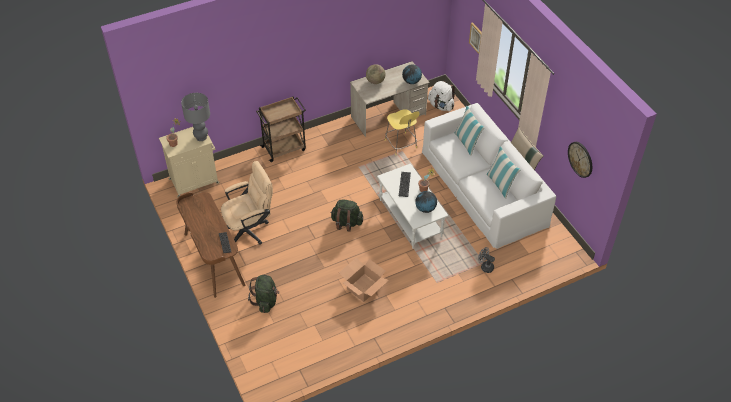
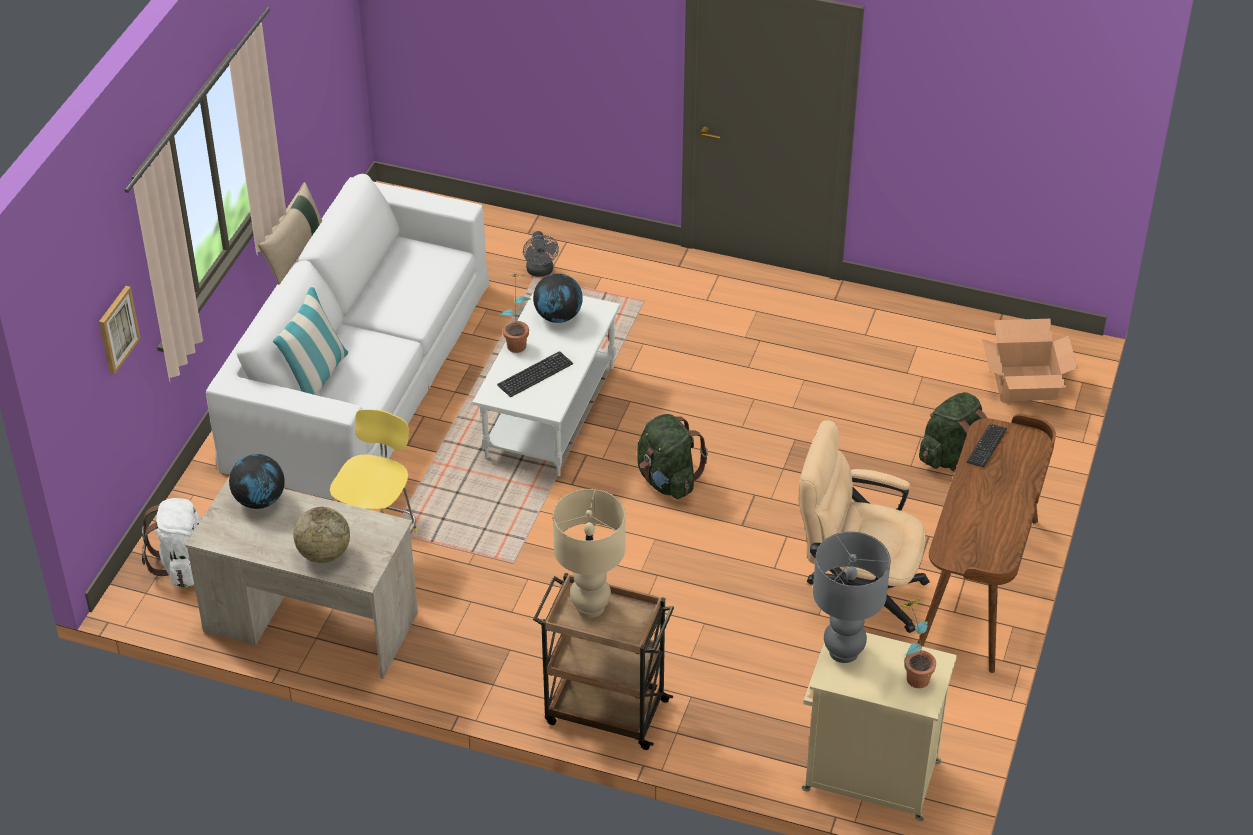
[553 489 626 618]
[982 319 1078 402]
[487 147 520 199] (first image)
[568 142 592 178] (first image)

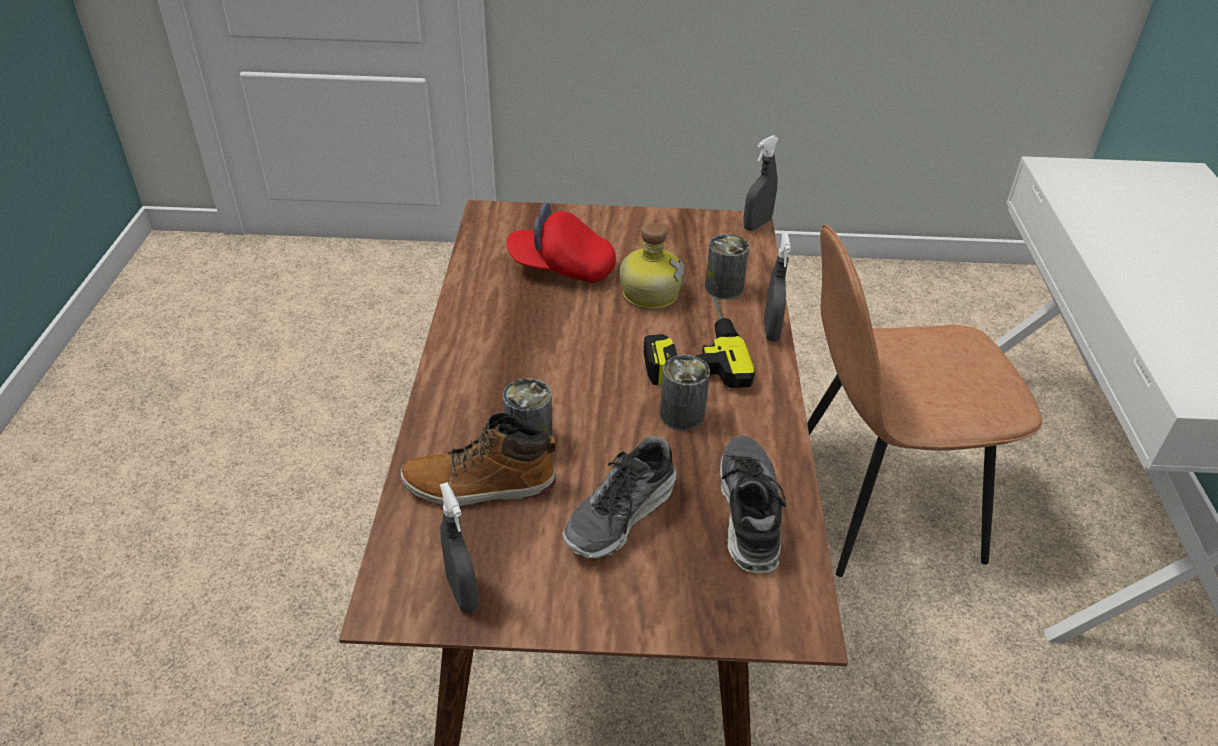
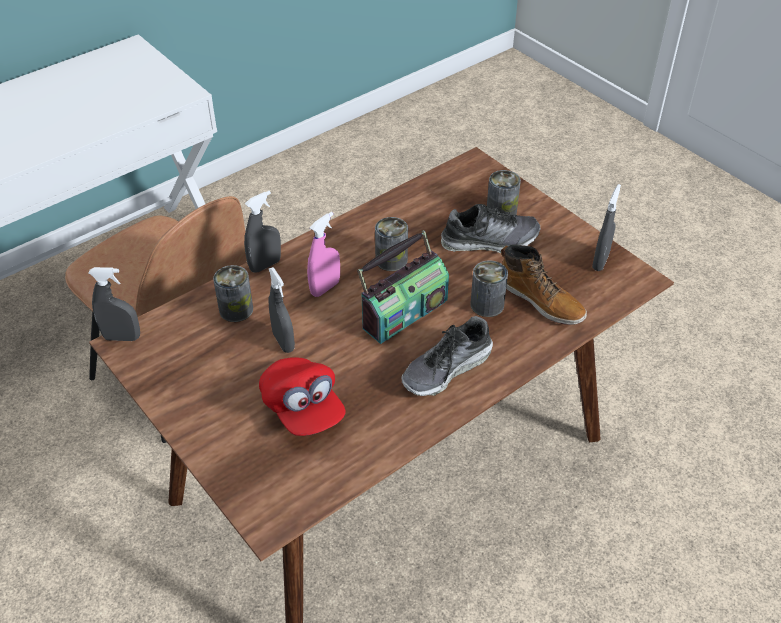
[269 267 295 353]
[307 212 340 297]
[357 230 449 344]
[402 316 493 396]
[487 170 521 215]

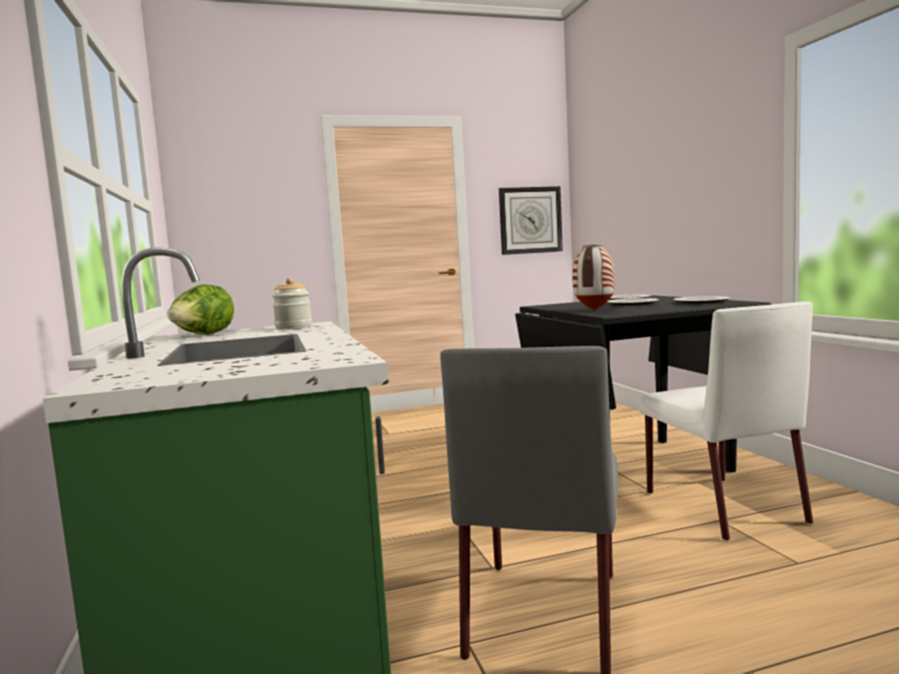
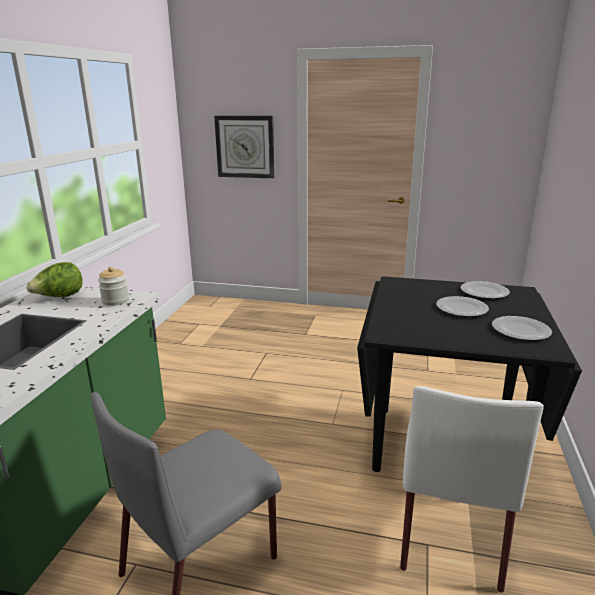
[214 116 275 179]
[572 244 616 310] (first image)

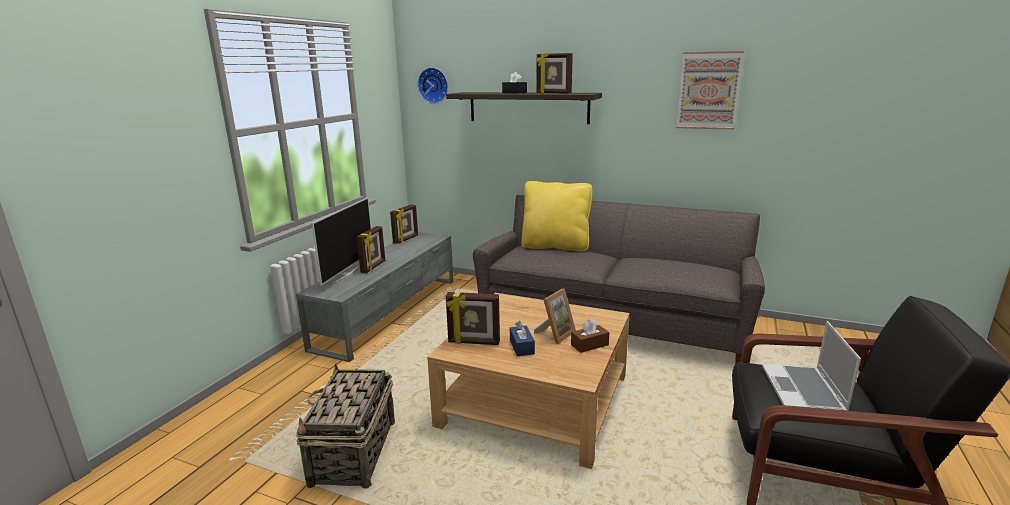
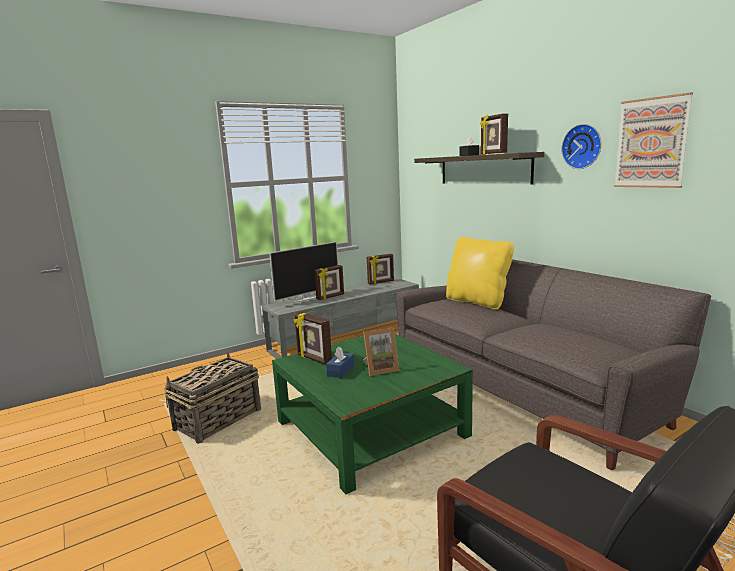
[272 334 473 494]
[561 124 601 169]
[571 318 610 353] (first image)
[762 321 861 411] (first image)

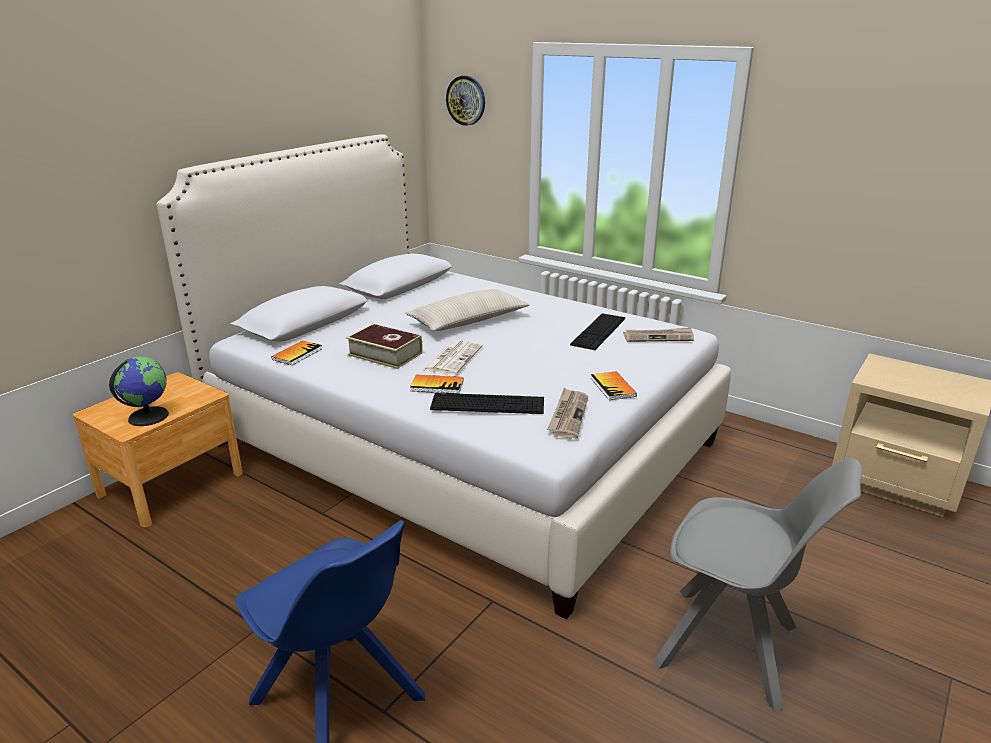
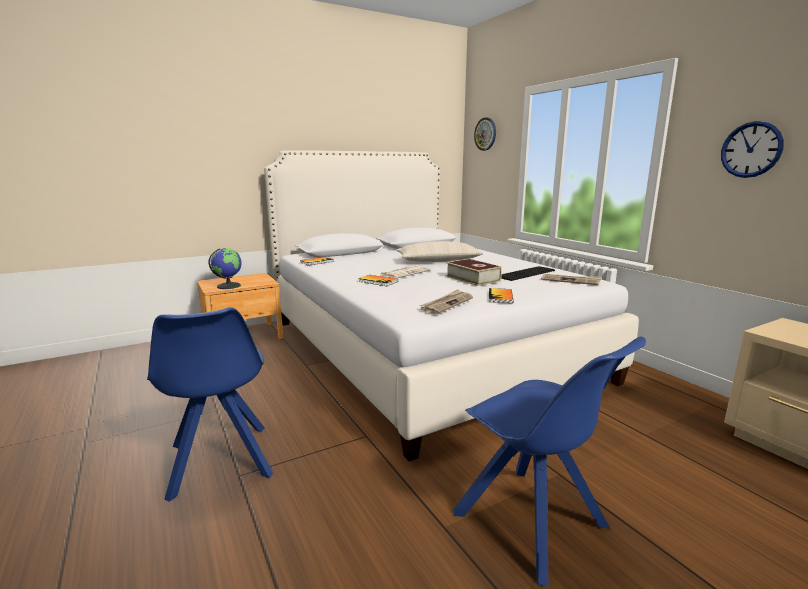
[446 259 502 286]
[453 336 646 587]
[721 121 784 178]
[430 393 544 414] (first image)

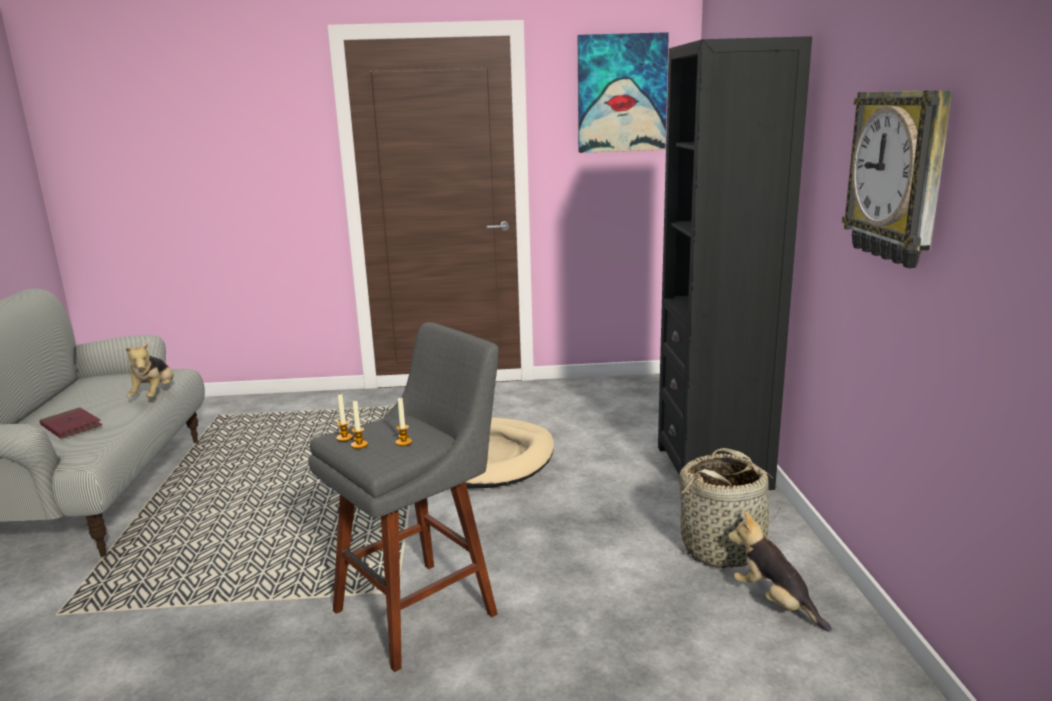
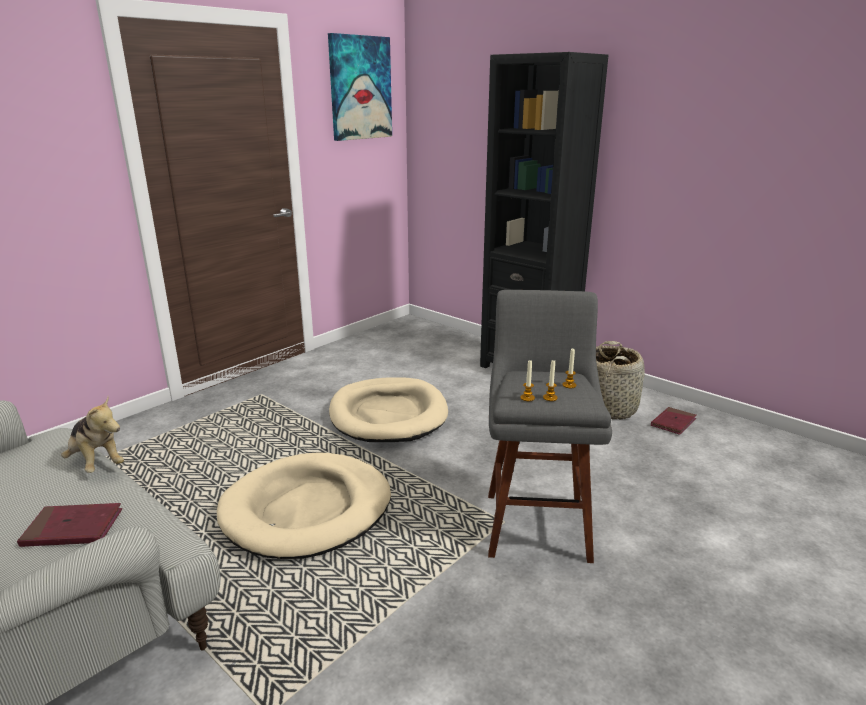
[217 453 391 559]
[651 407 697 435]
[842 90 952 268] (first image)

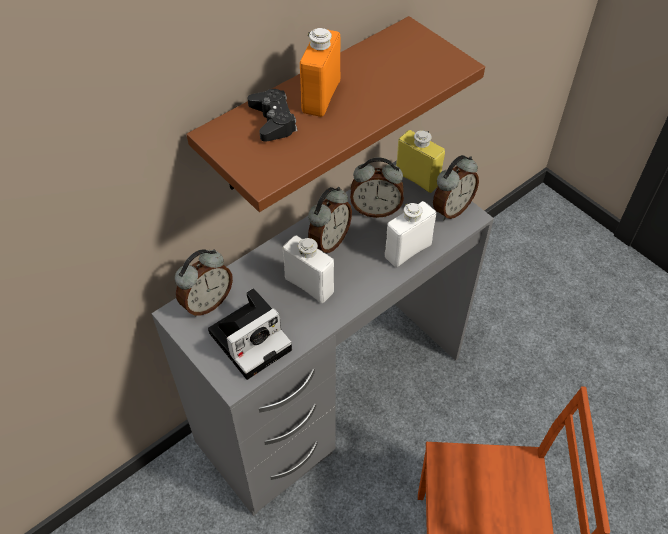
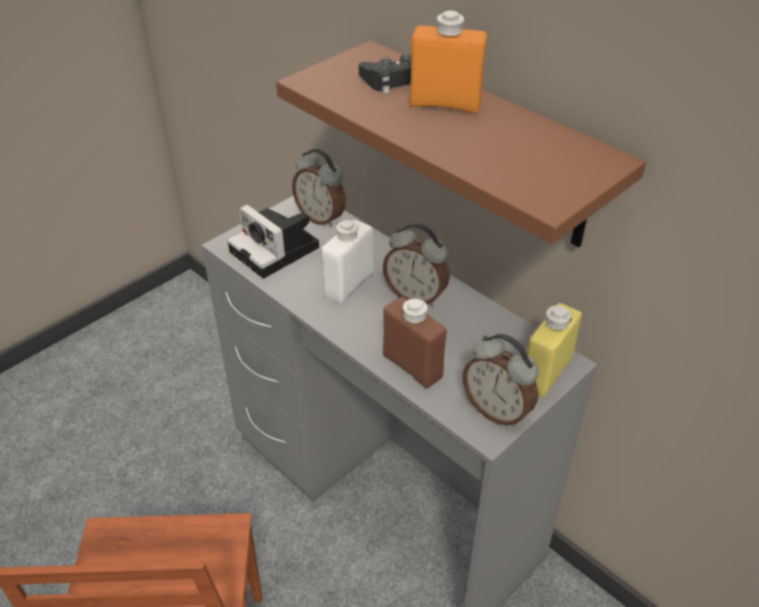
[383 297 446 388]
[350 157 404 218] (first image)

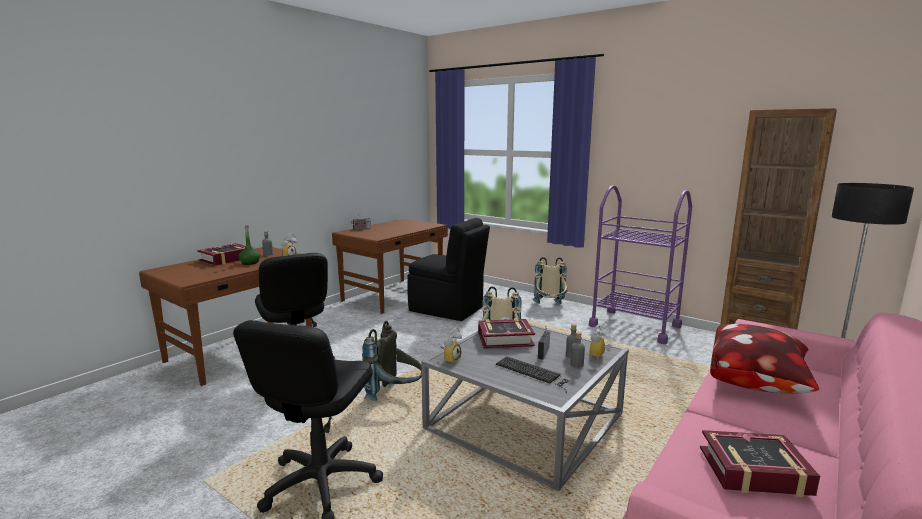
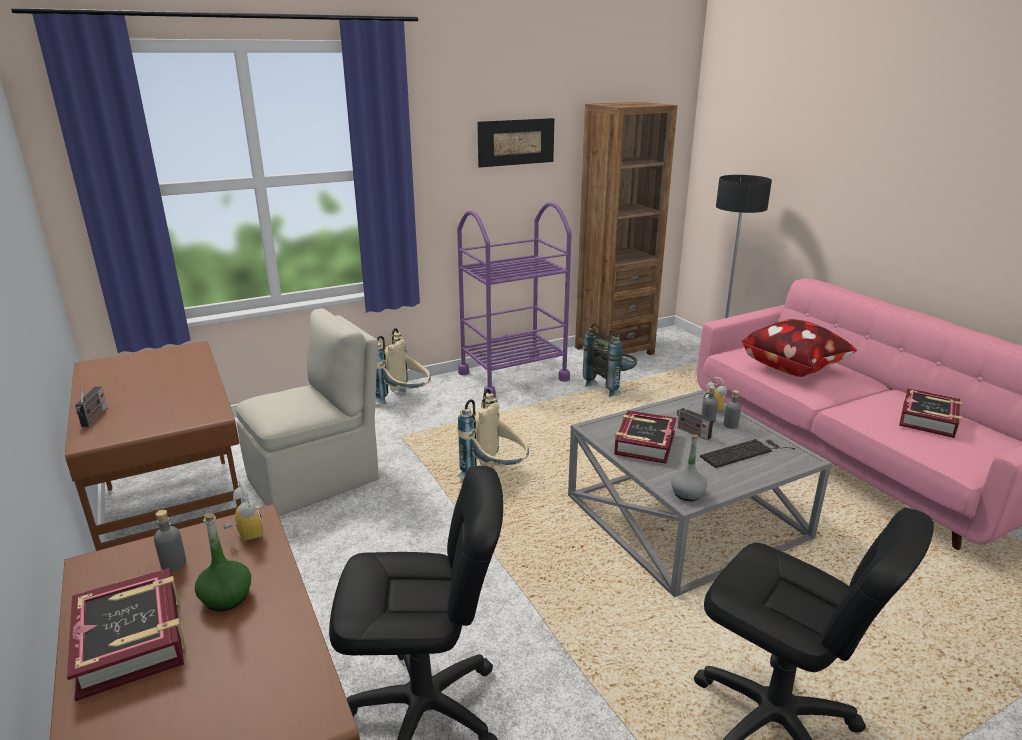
[236 309 379 516]
[477 118 554 168]
[583 323 637 397]
[671 435 708 501]

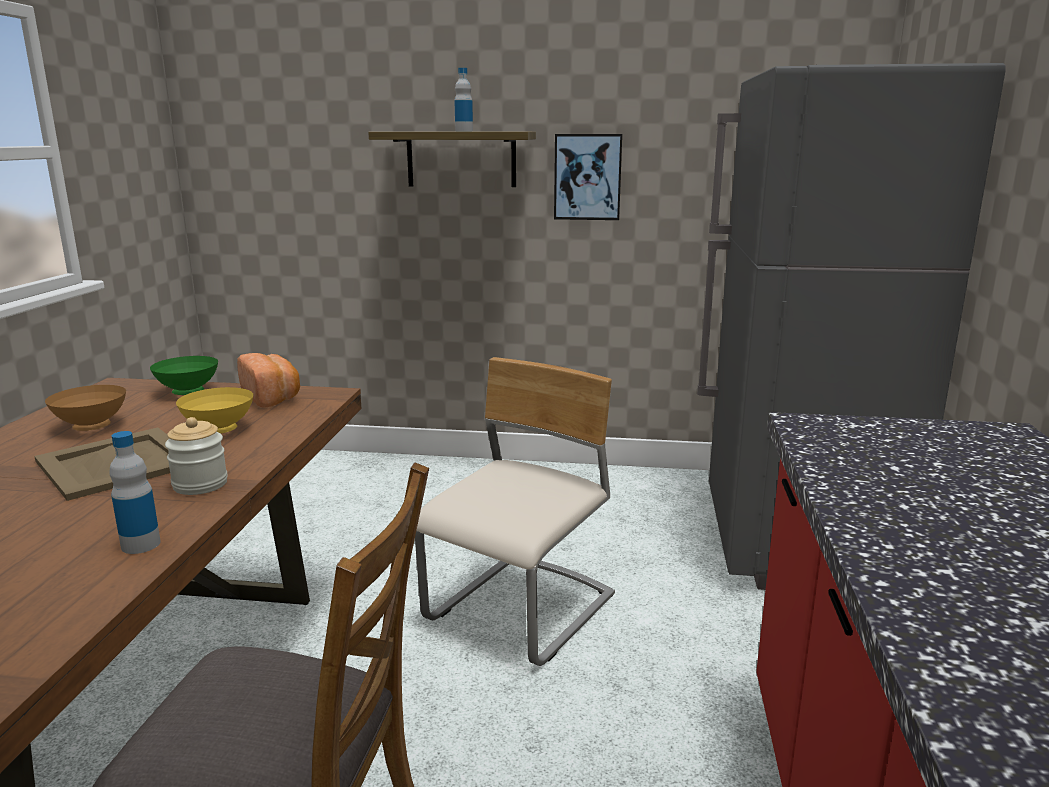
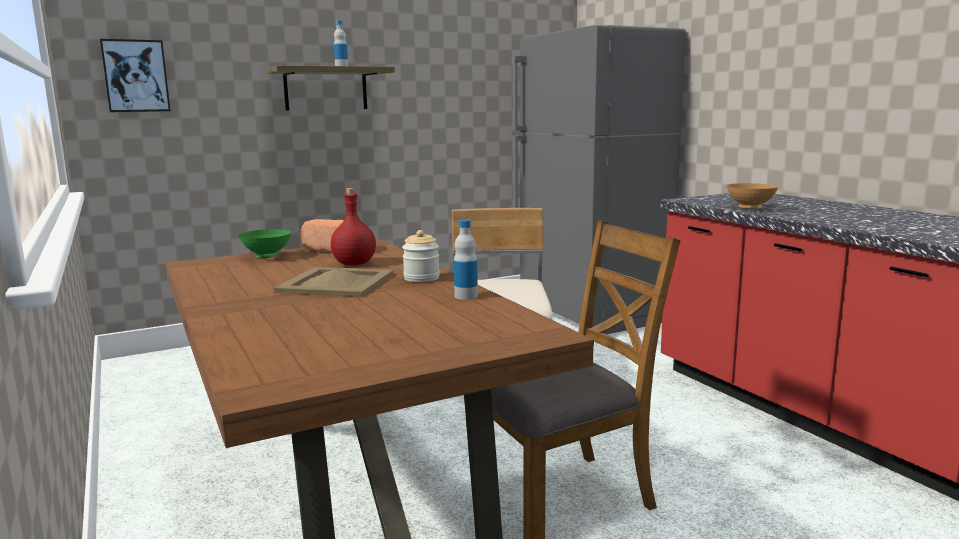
[100 39 170 112]
[331 188 376 265]
[727 183 778 209]

